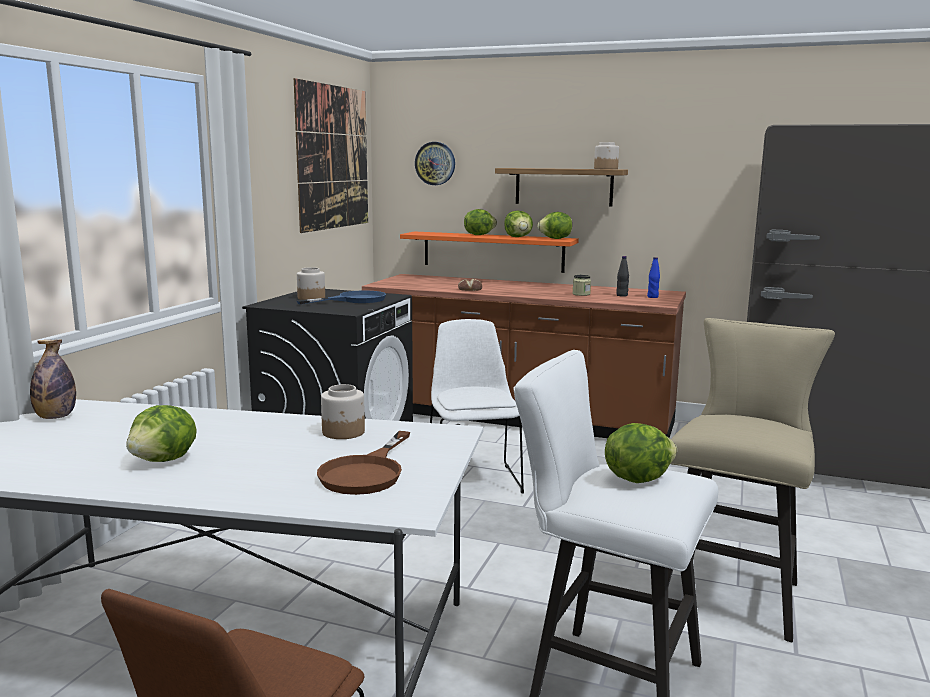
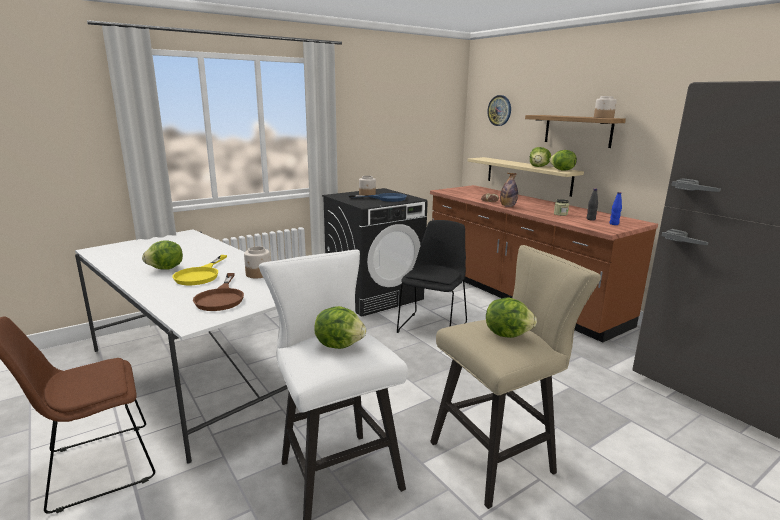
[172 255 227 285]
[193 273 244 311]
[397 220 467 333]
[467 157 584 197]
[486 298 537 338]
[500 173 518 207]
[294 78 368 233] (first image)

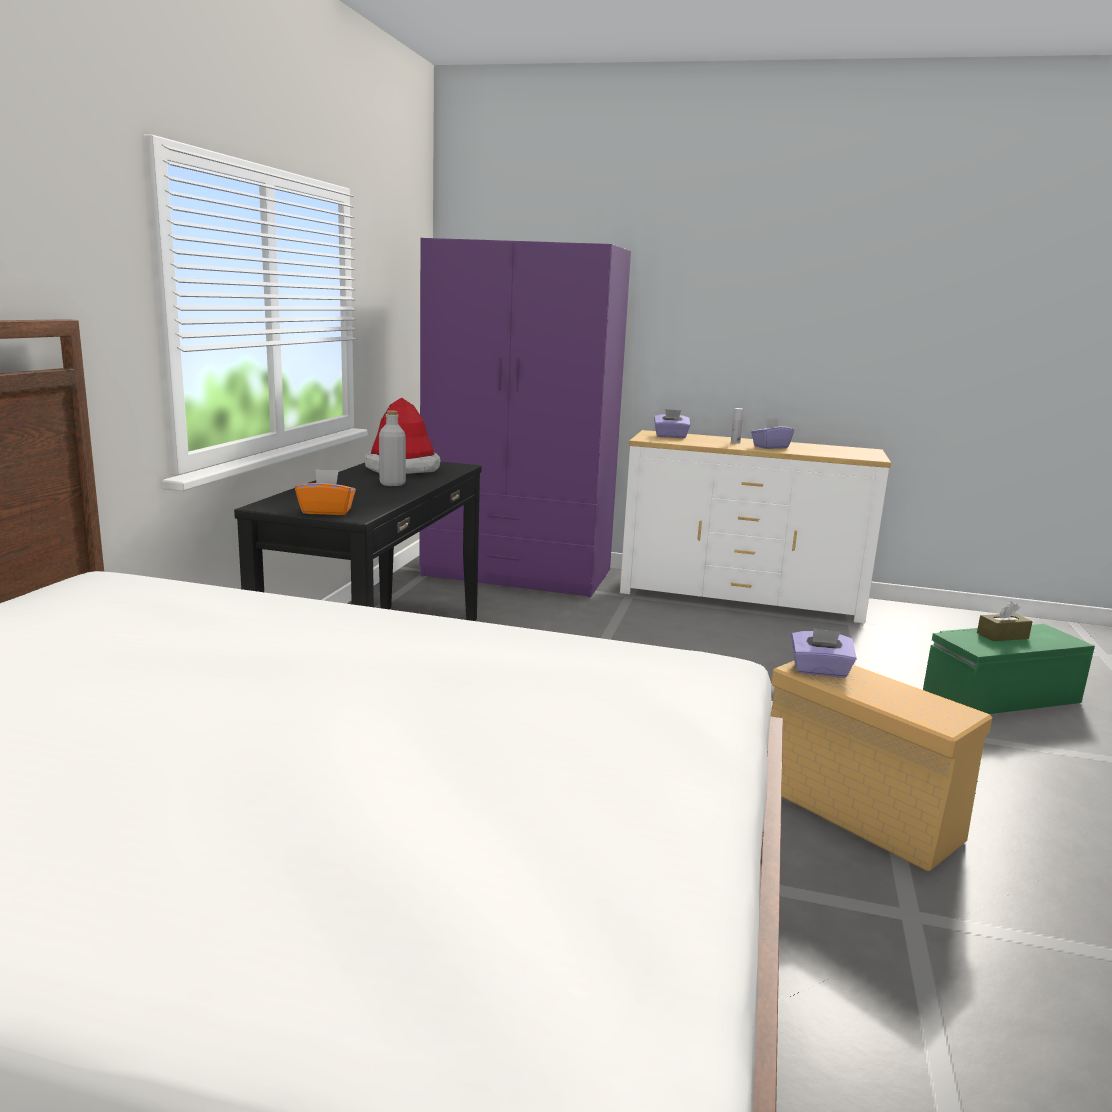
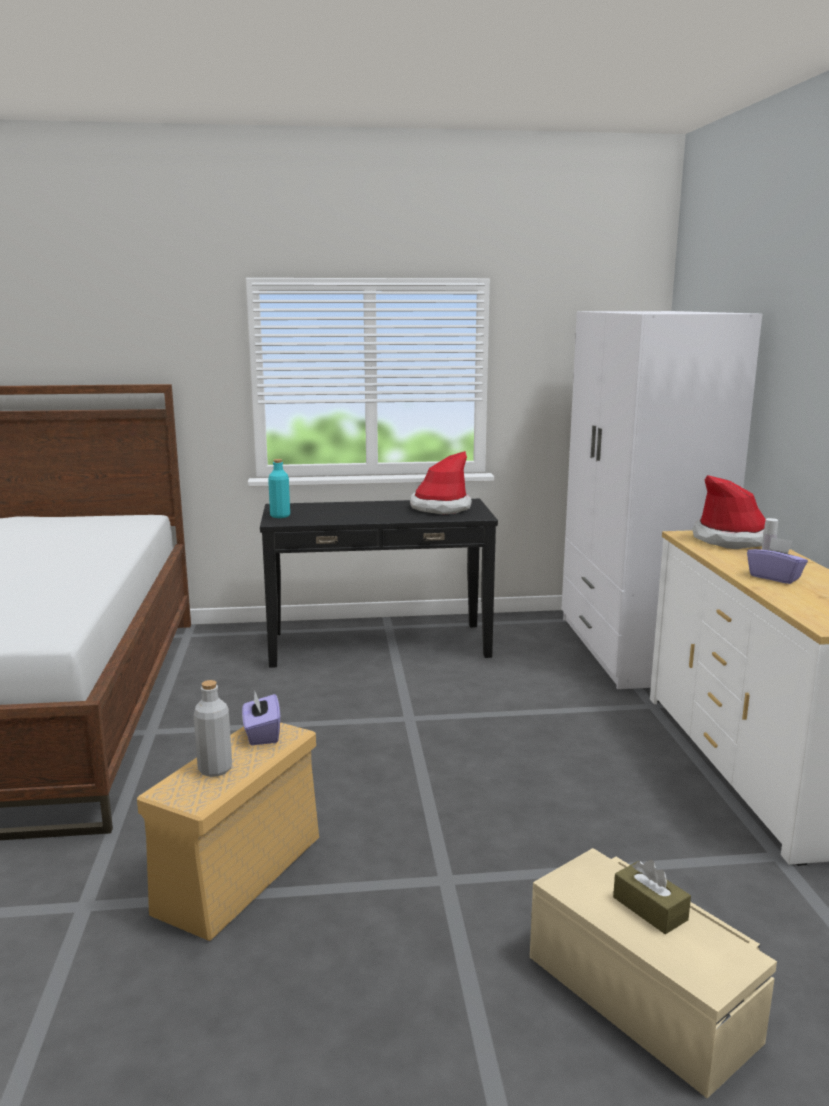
[194 680 232 777]
[268 459 290 518]
[530 848 777 1098]
[562 311 762 689]
[692 475 766 549]

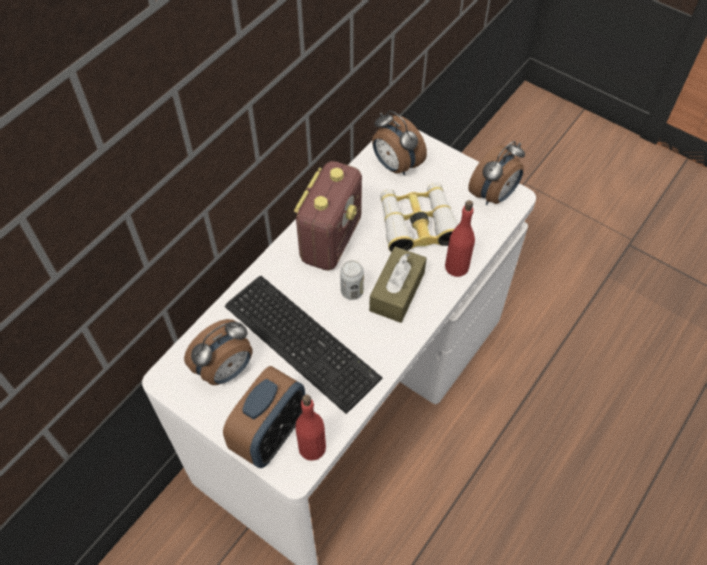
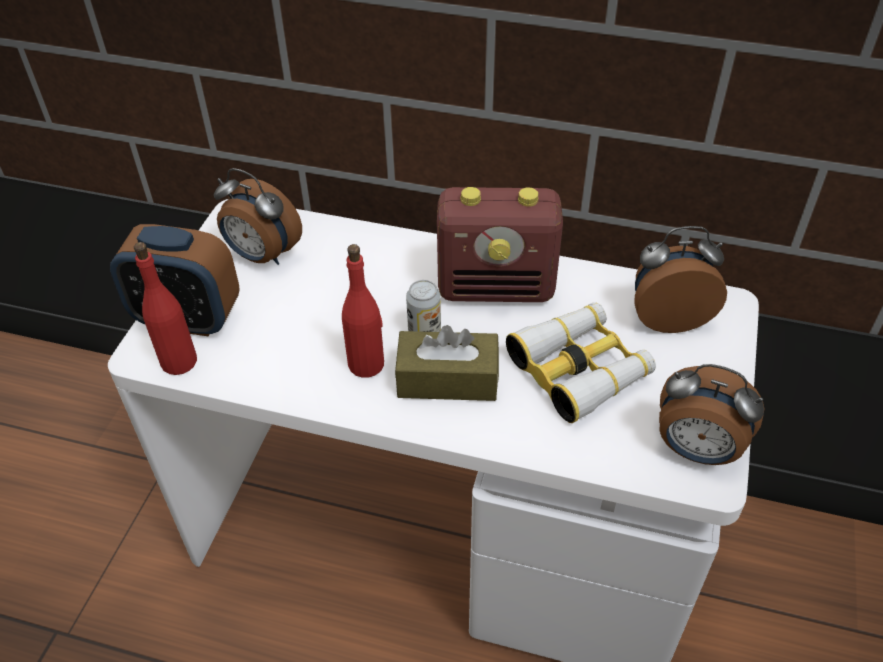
[342 244 384 378]
[635 226 727 333]
[225 276 383 414] (first image)

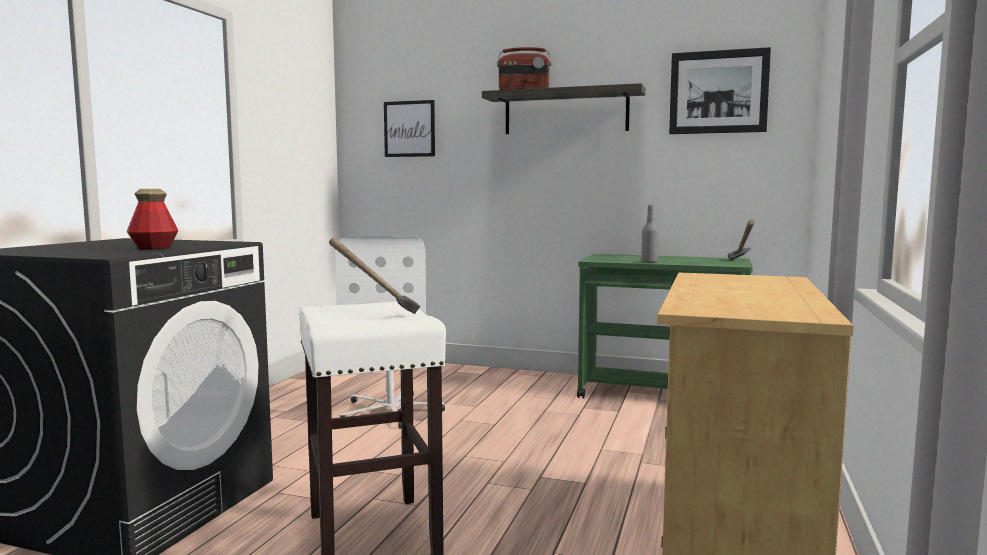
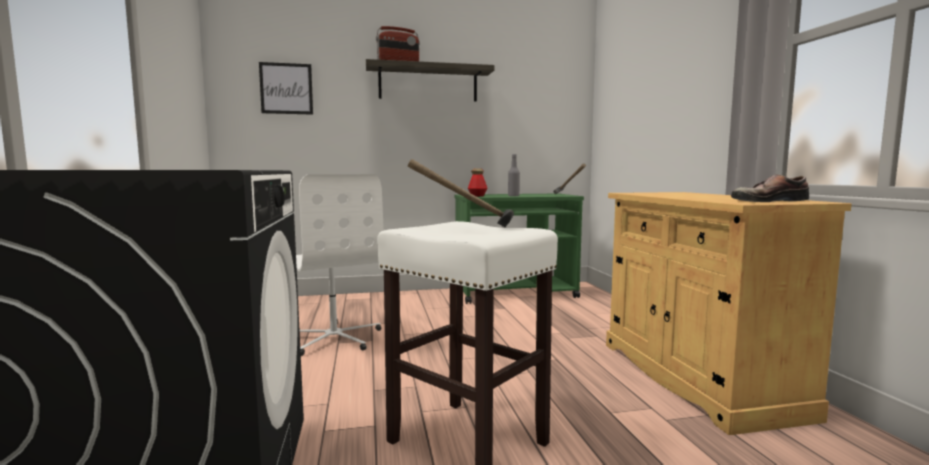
[468 169 487 197]
[731 174 809 202]
[669 47 771 134] (first image)

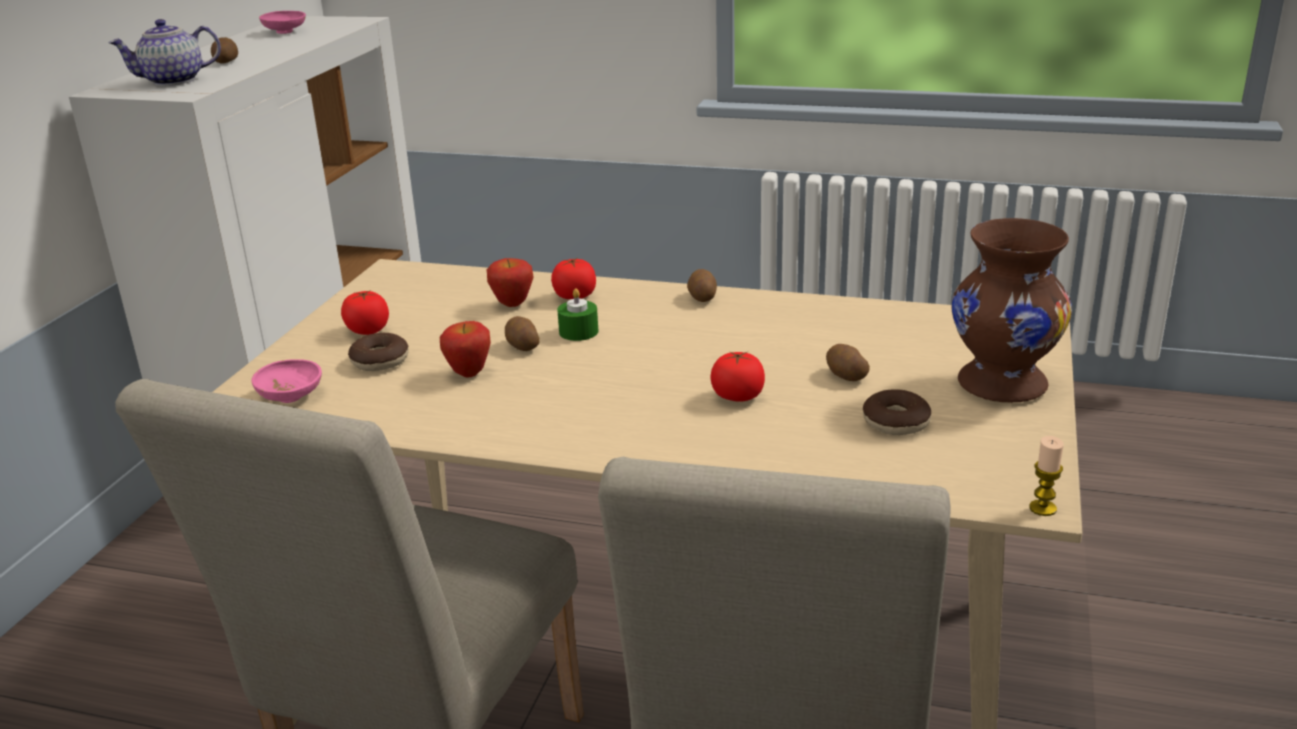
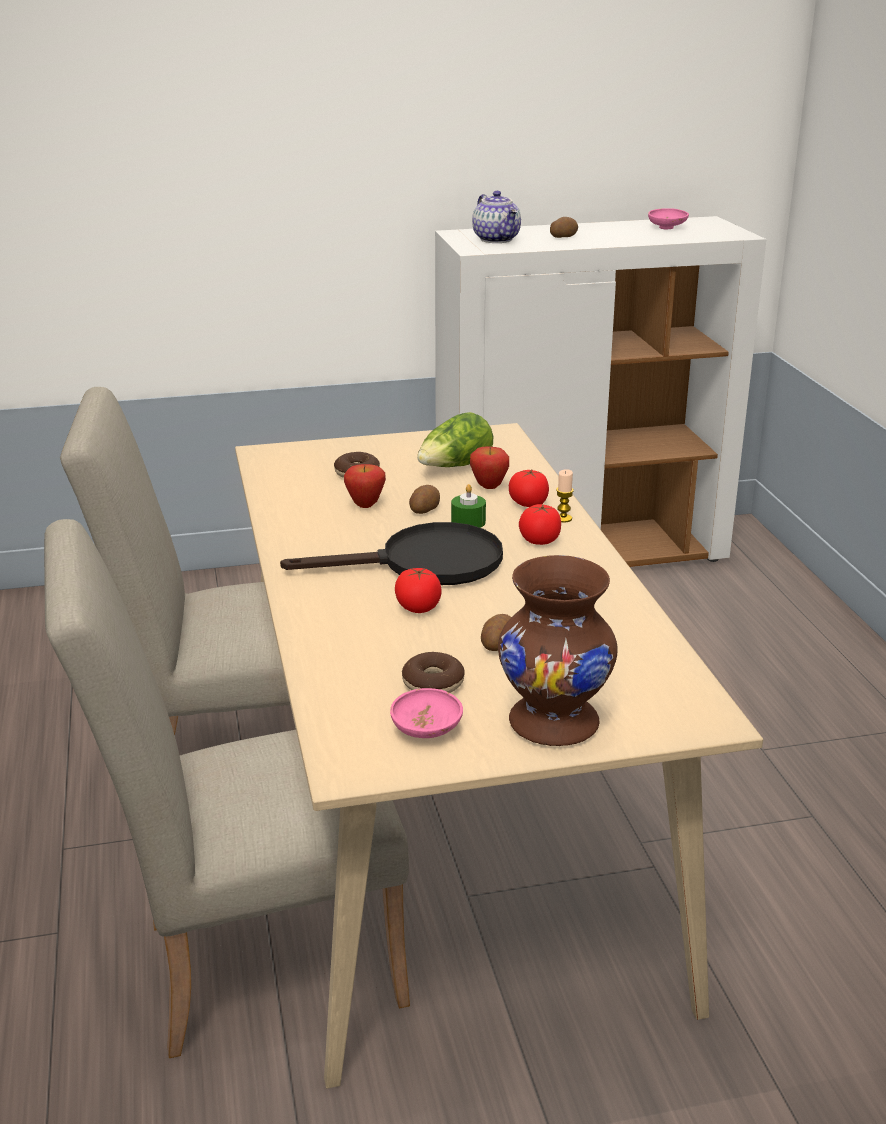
[280 522 503 585]
[390 688 463 738]
[417 412 493 467]
[472 191 521 243]
[519 504 561 545]
[556 469 574 523]
[687 269 717 302] (first image)

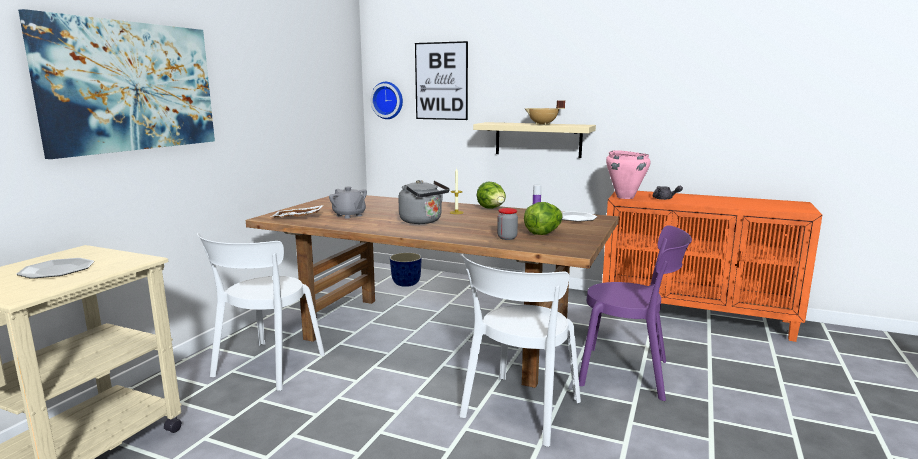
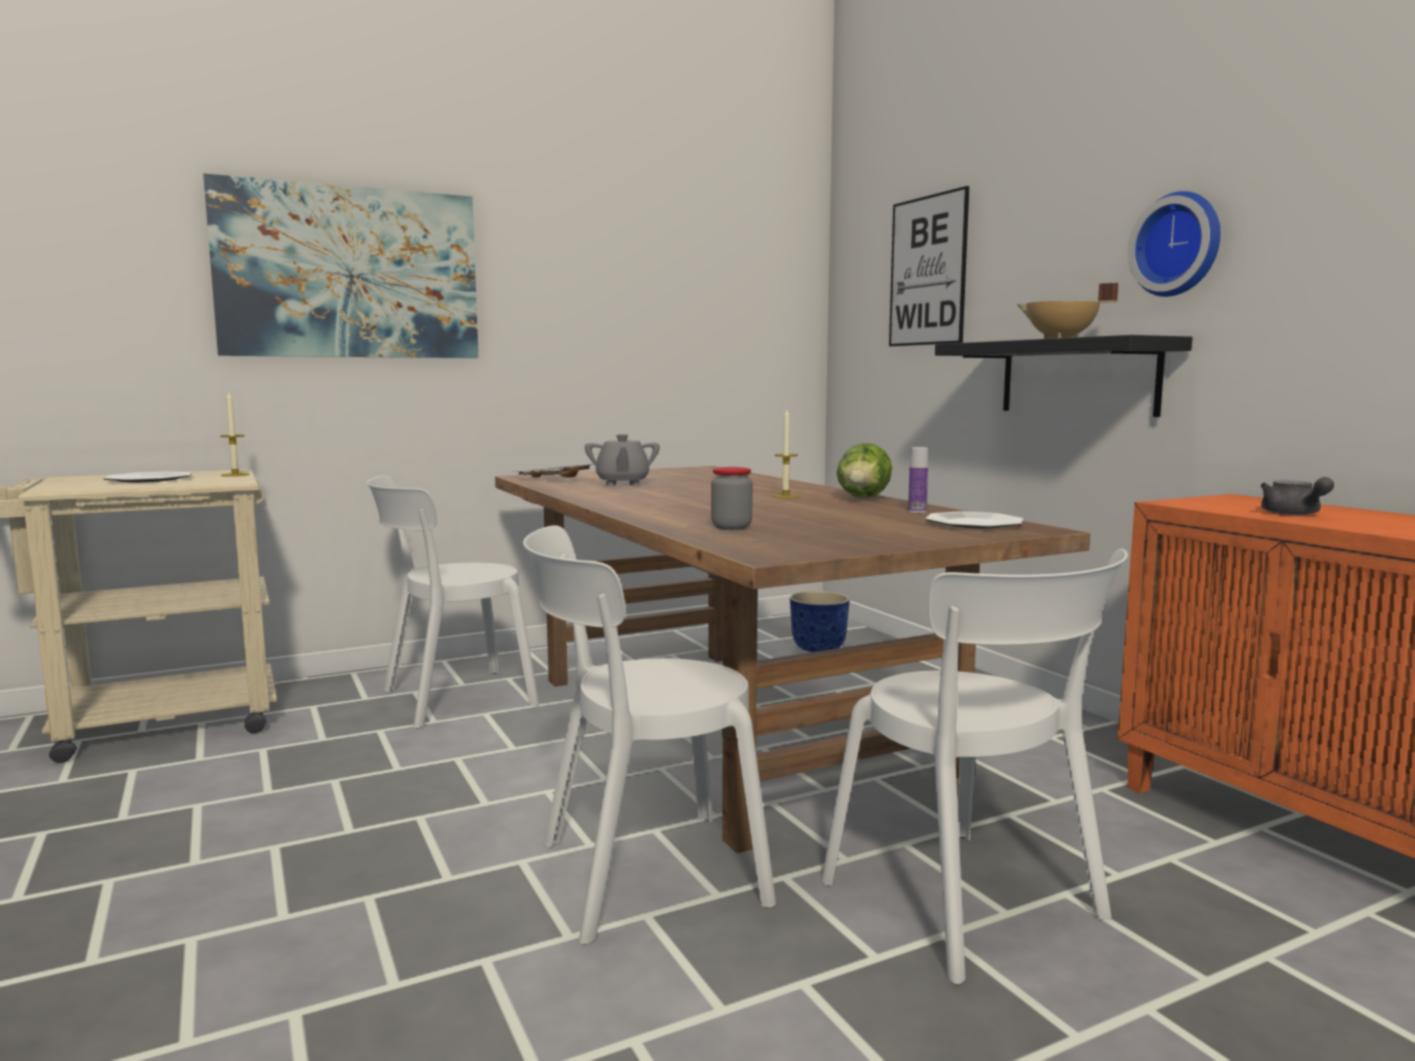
[220 392 250 477]
[821 548 1128 984]
[935 335 1192 417]
[1128 191 1220 297]
[398 180 450 224] (first image)
[524 202 563 235] (first image)
[606 150 651 199] (first image)

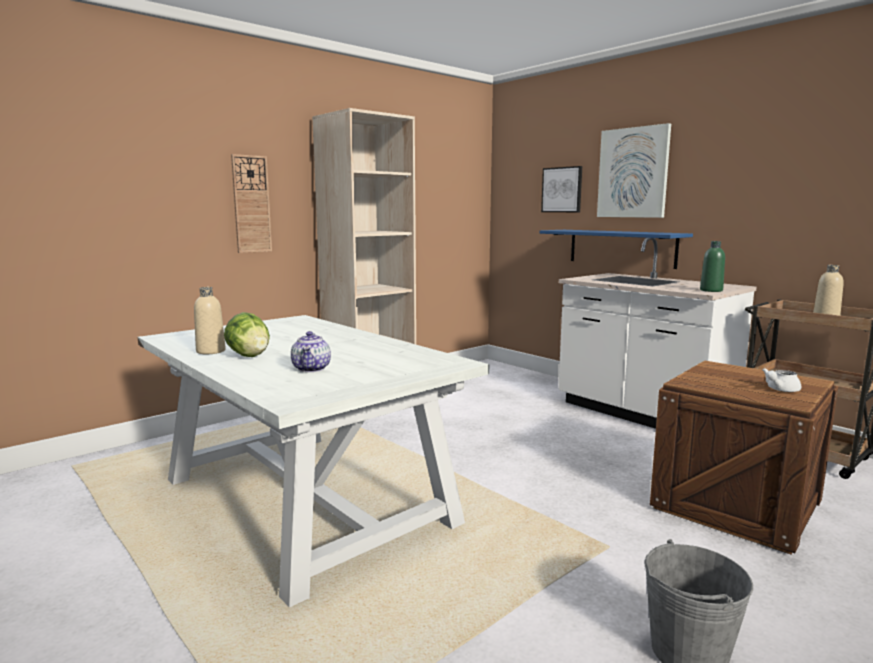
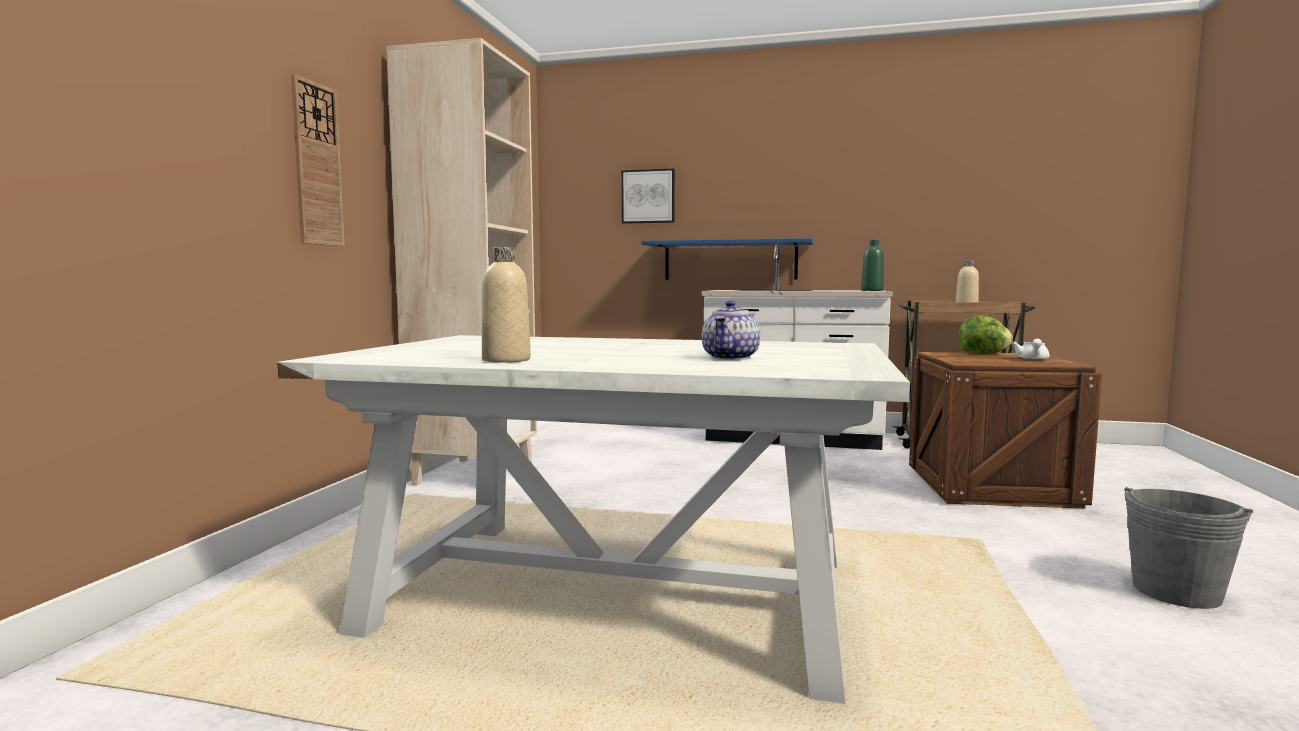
[702 301 760 360]
[958 315 1013 354]
[597 123 671 218] (first image)

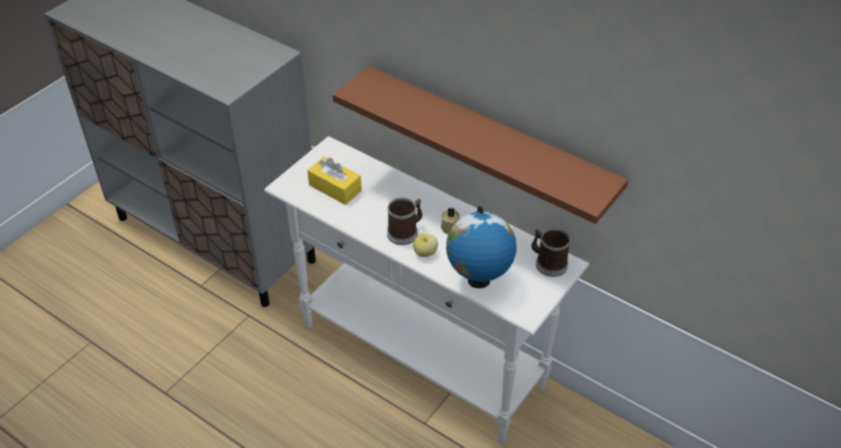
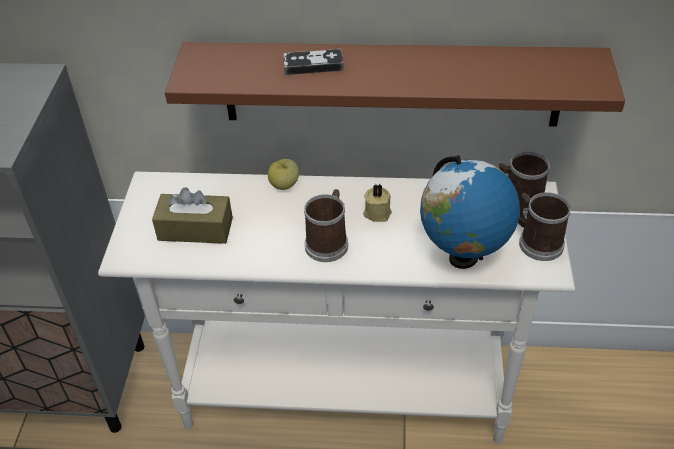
[152 187 233 244]
[268 159 299 190]
[283 49 344 75]
[518 192 571 261]

